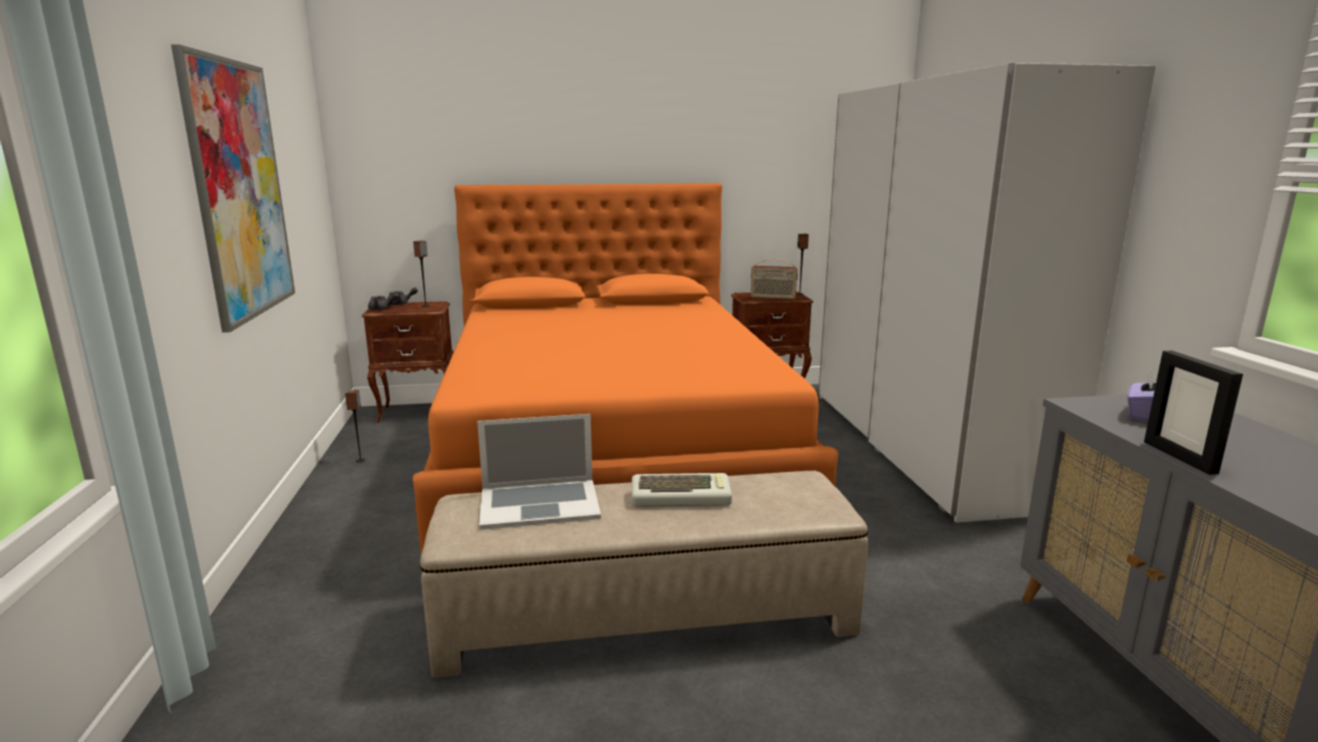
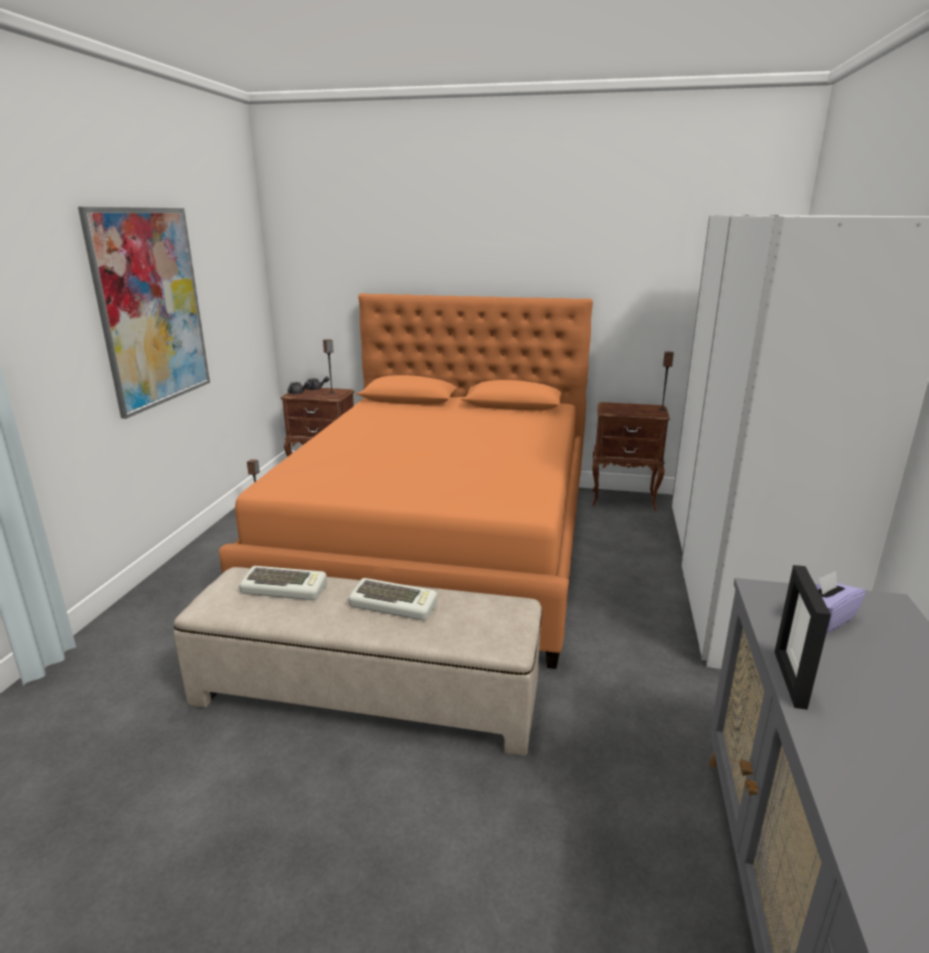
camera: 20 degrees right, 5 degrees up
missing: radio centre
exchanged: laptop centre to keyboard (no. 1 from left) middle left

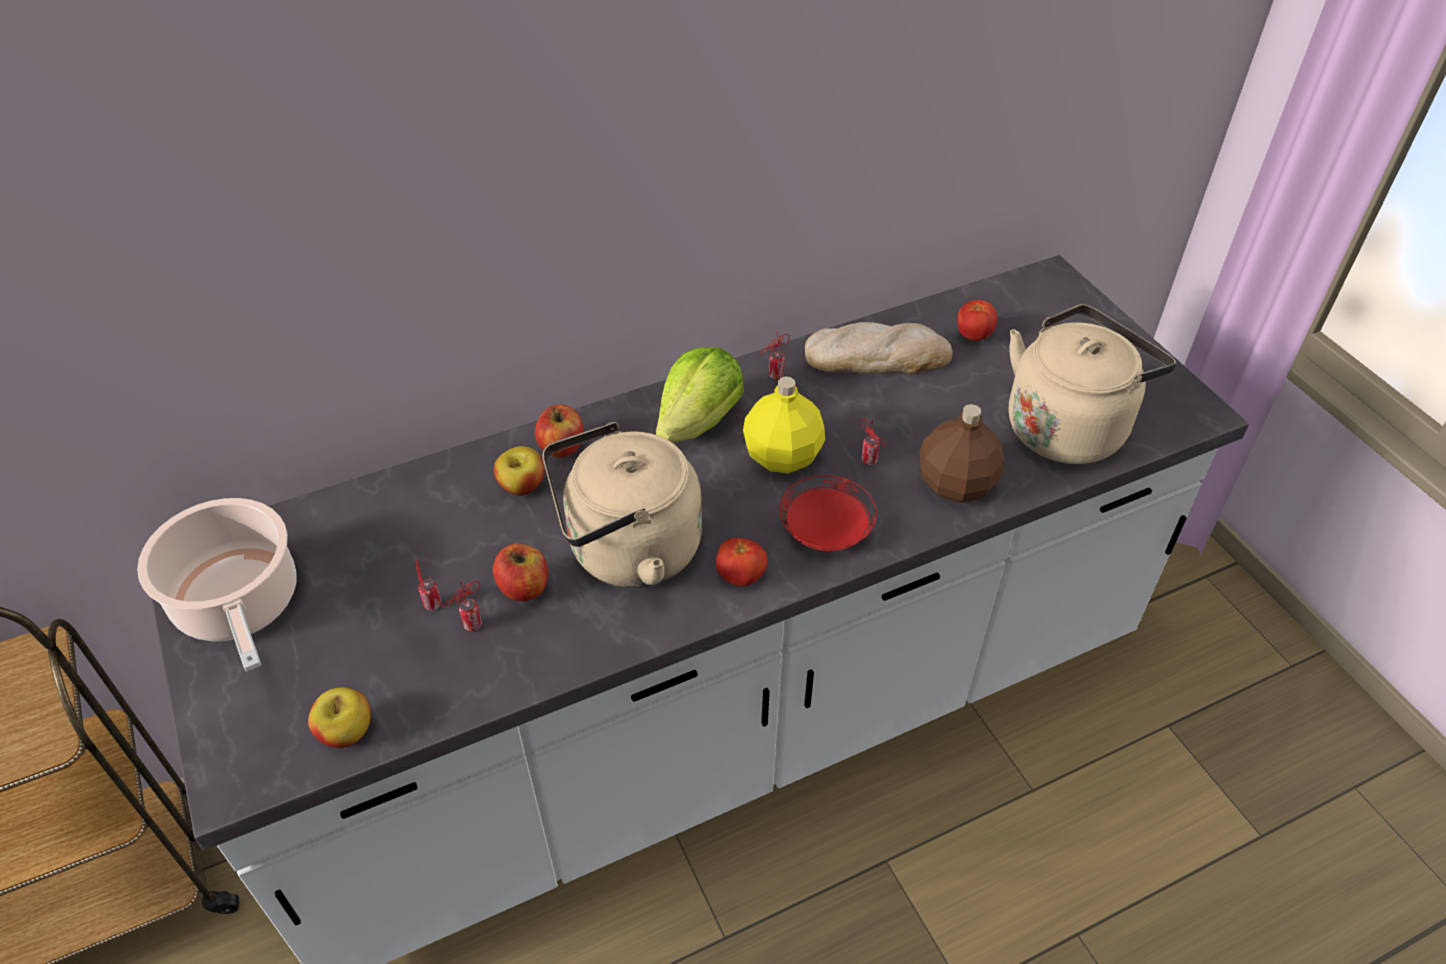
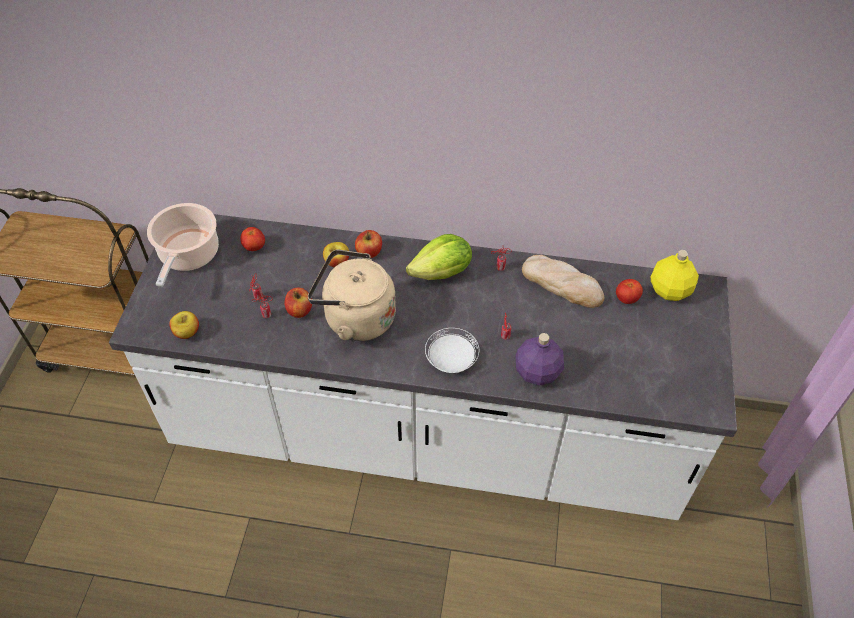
camera: 35 degrees right, 5 degrees up
missing: beige kettle (no. 2 from left) middle right
relocated: tomato (no. 1 from left) centre to middle left; yellow bottle centre to middle right
colour: red plate centre to white plate centre; brown bottle centre to purple bottle centre

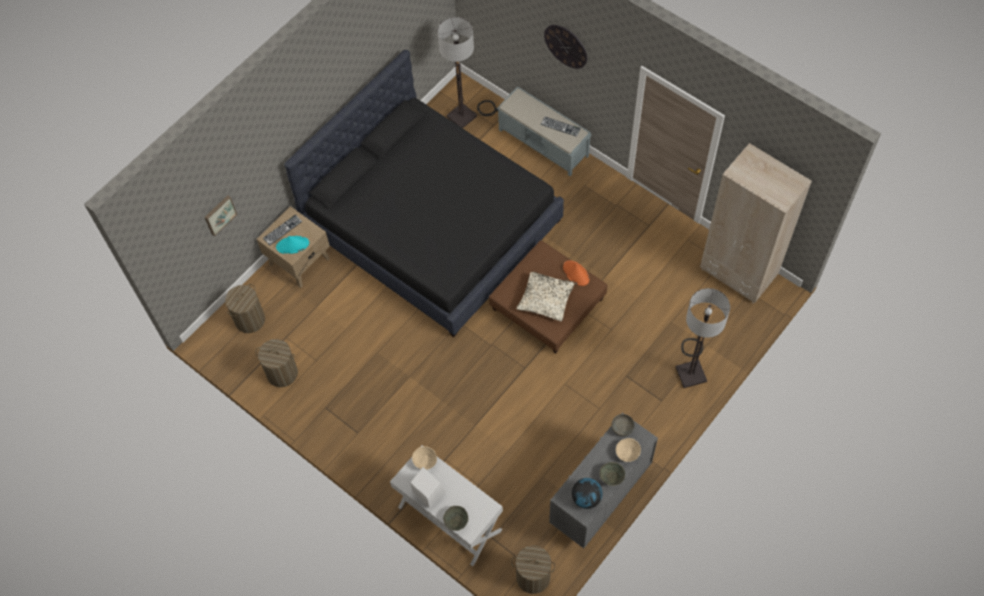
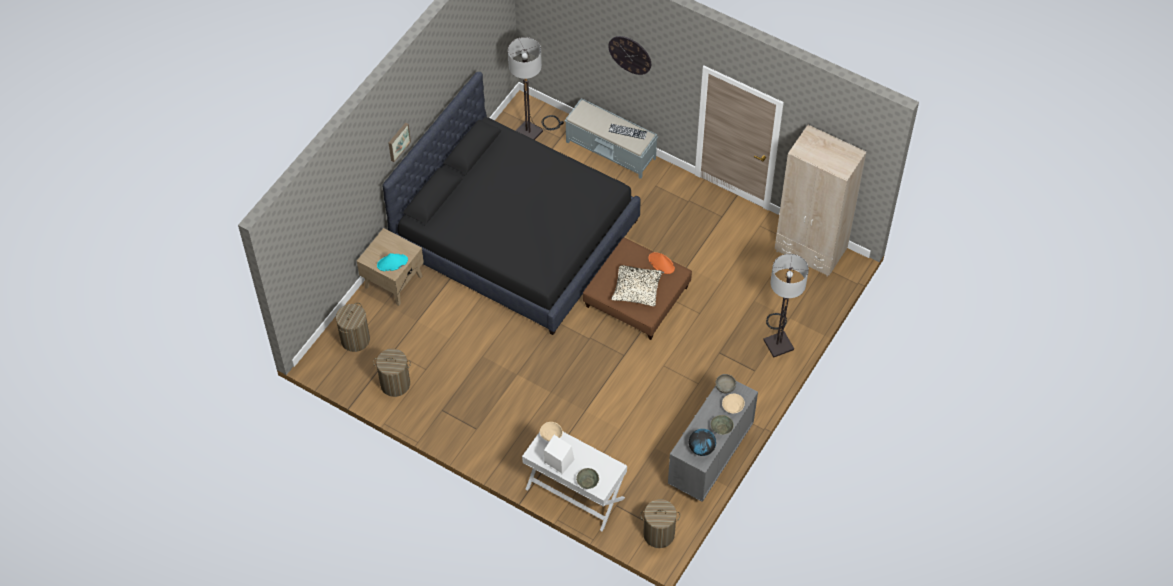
camera: 10 degrees left, 5 degrees down
missing: keyboard (no. 1 from left) middle left
relocated: picture middle left to top centre

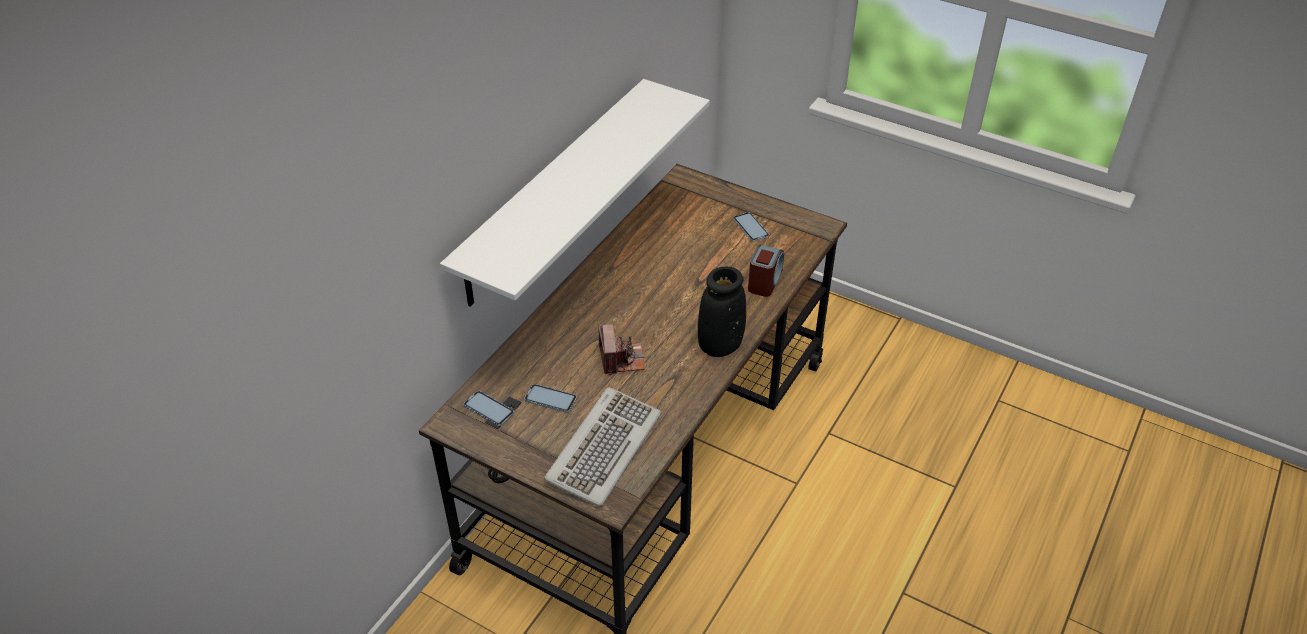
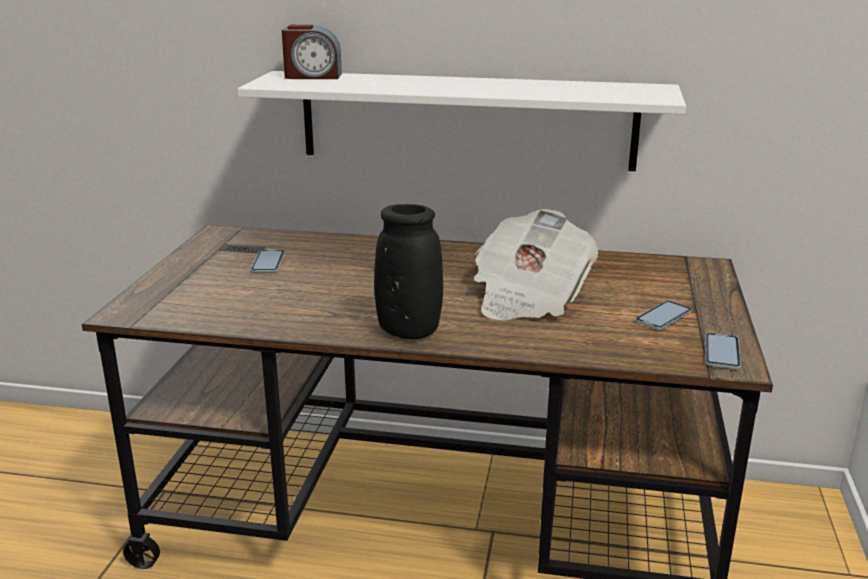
camera: 70 degrees right, 20 degrees down
missing: keyboard bottom centre; photo camera centre
appeared: newspaper centre
relocated: phone (no. 1 from left in the first image) centre to phone (no. 3 from left) middle right; alarm clock centre to top centre

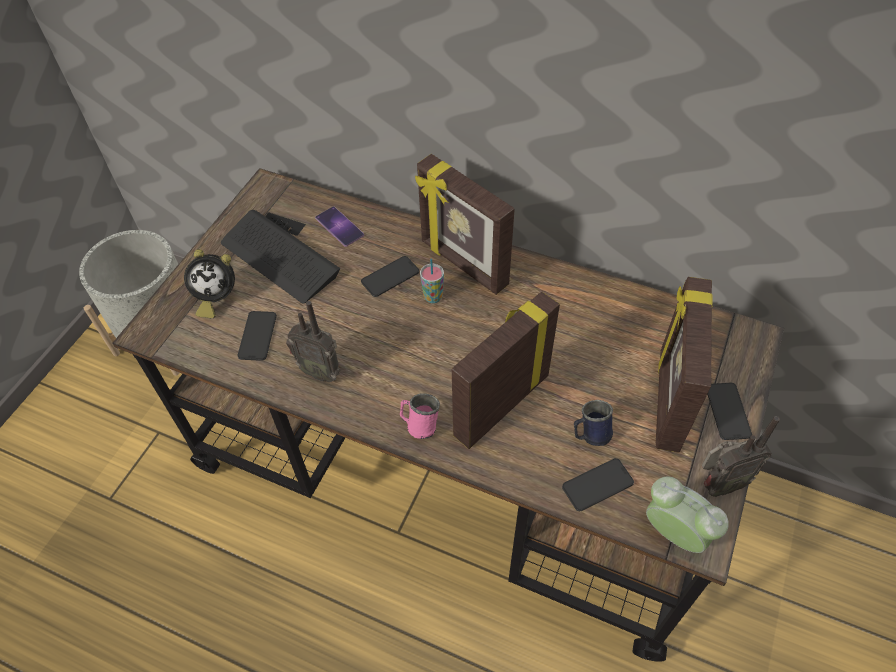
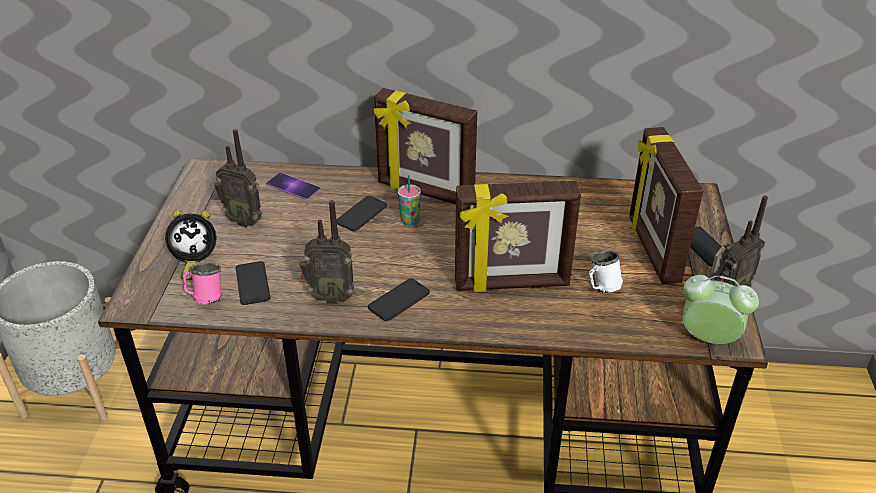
camera: 20 degrees left, 15 degrees down
relocated: pink mug centre to middle left; phone (no. 4 from left) bottom right to centre
exchanged: keyboard middle left to radio (no. 1 from left) middle left
colour: blue mug centre to white mug middle right
spun: picture frame (no. 2 from left) centre = centre 120 degrees counterclockwise

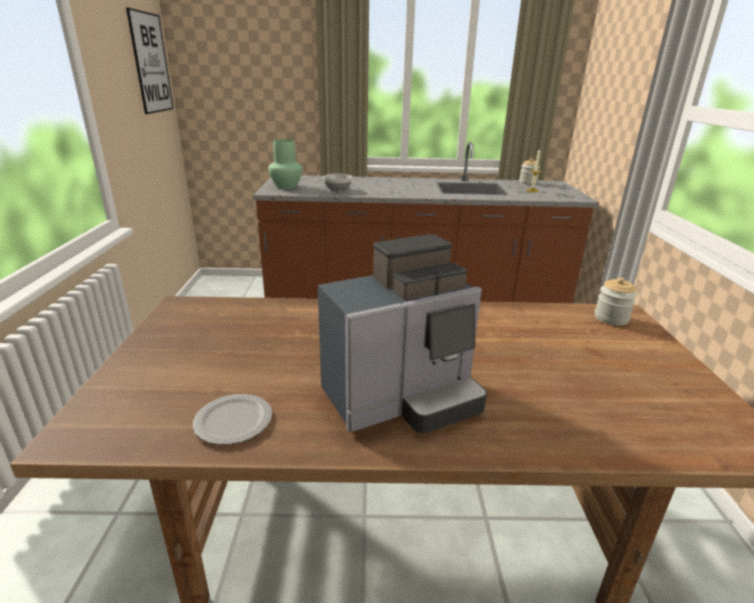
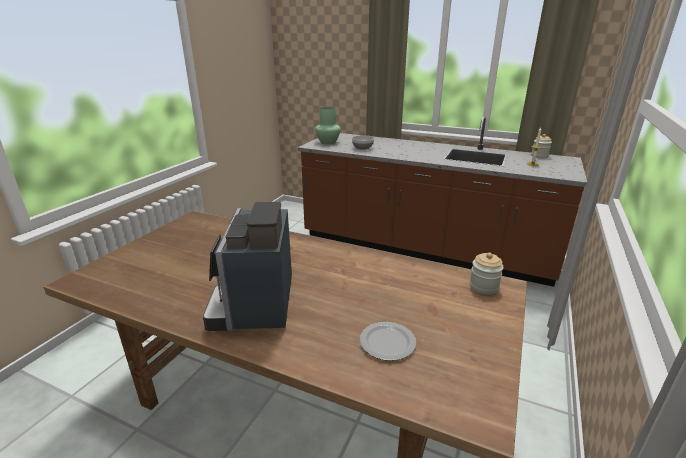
camera: 25 degrees right, 0 degrees up
missing: picture top left
relocated: plate bottom left to bottom centre
spun: coffee machine centre = centre 90 degrees clockwise

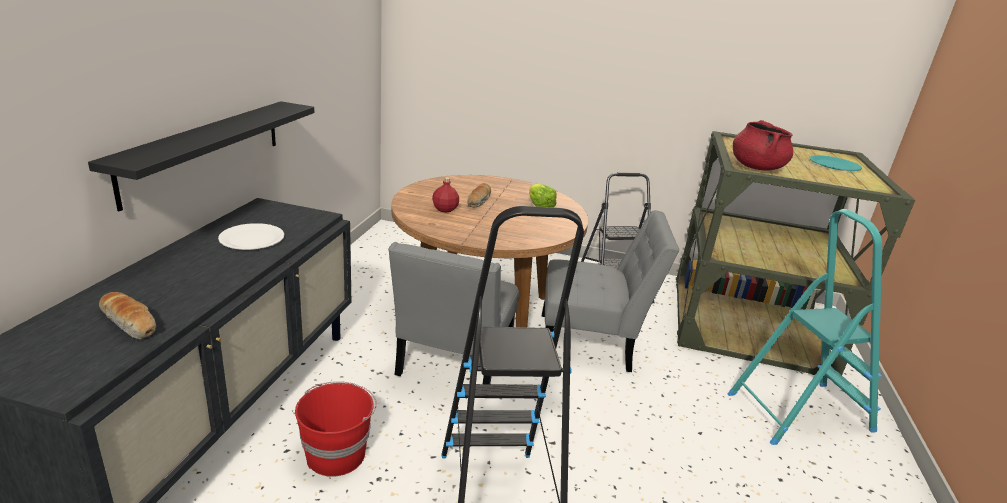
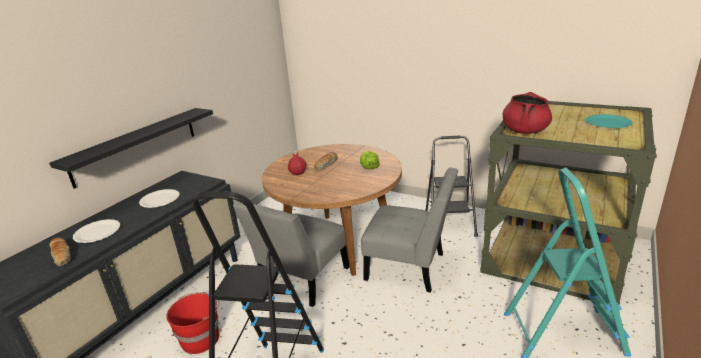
camera: 20 degrees right, 0 degrees up
appeared: white plate (no. 1 from left) middle left

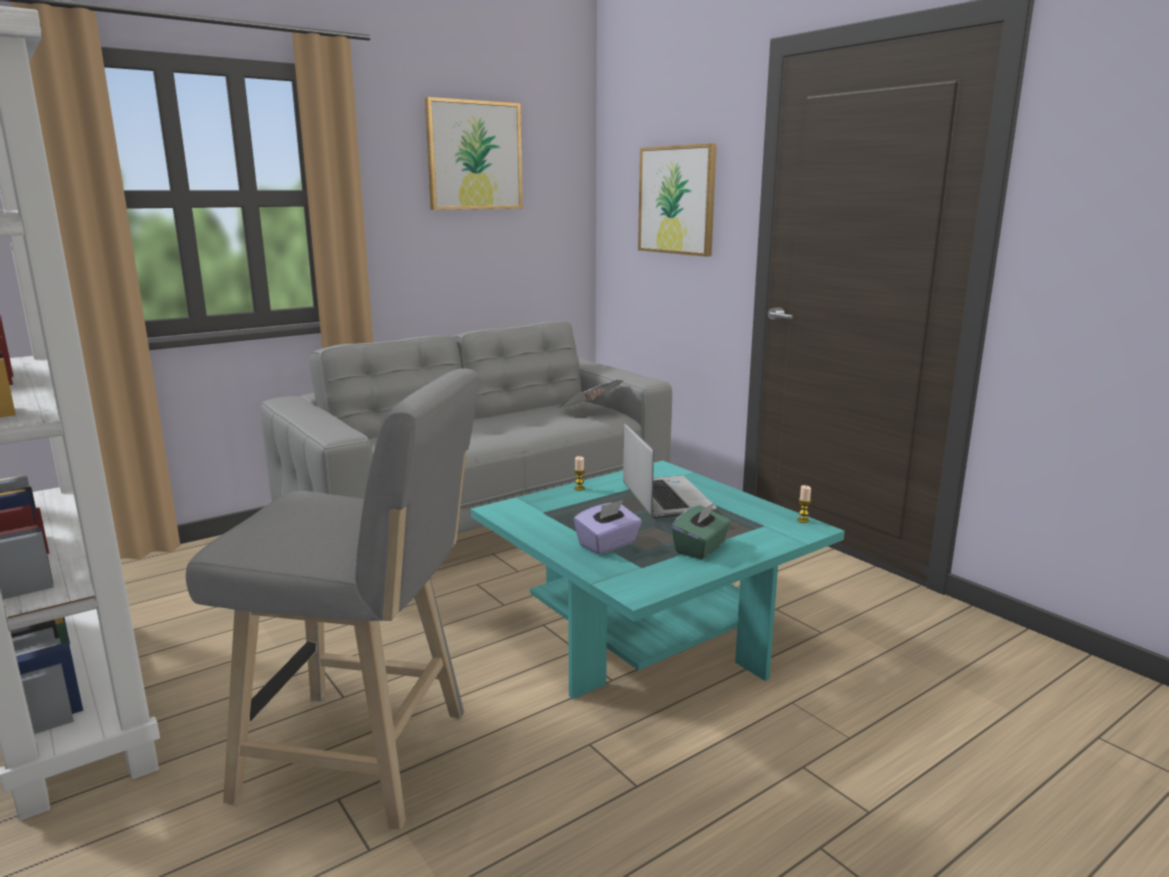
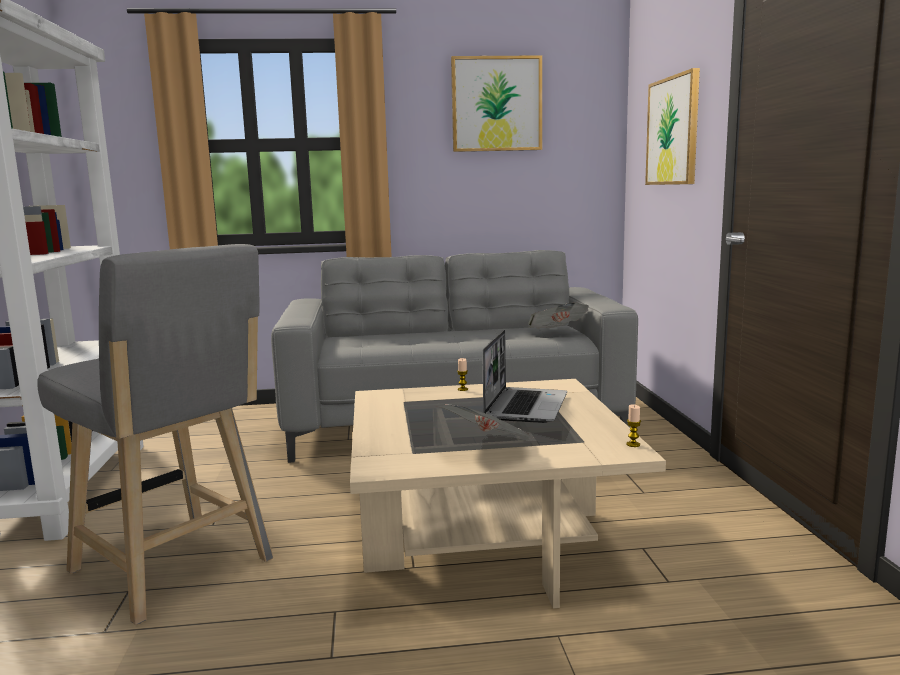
camera: 30 degrees right, 5 degrees down
missing: purple tissue box centre
exchanged: green tissue box centre to newspaper (no. 1 from left) centre
colour: turquoise coffee table centre to beige coffee table bottom centre

